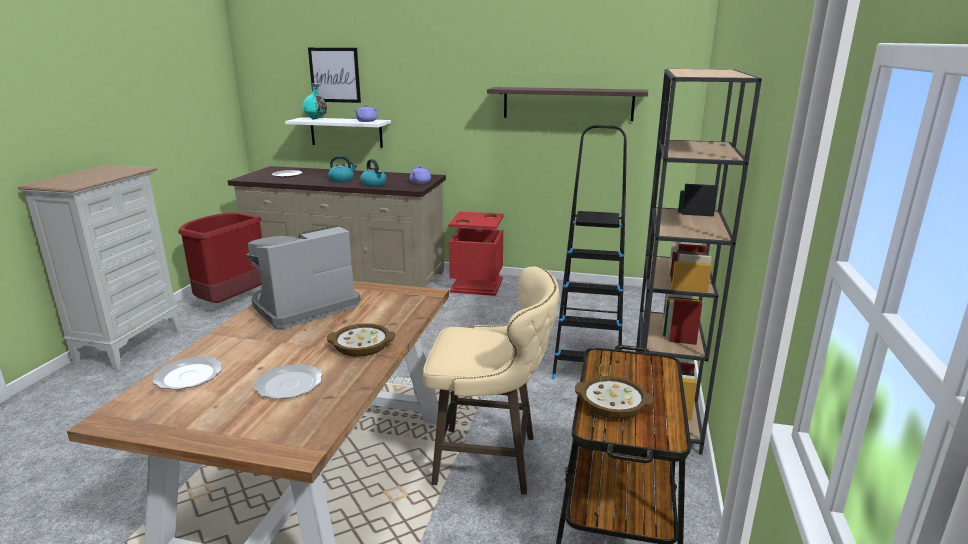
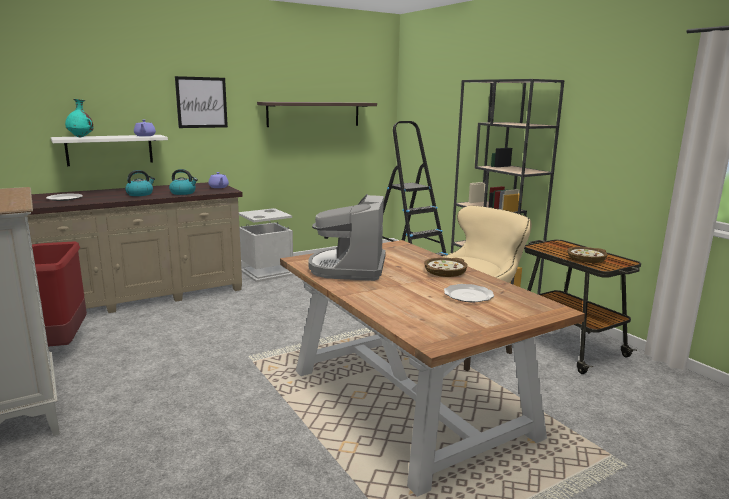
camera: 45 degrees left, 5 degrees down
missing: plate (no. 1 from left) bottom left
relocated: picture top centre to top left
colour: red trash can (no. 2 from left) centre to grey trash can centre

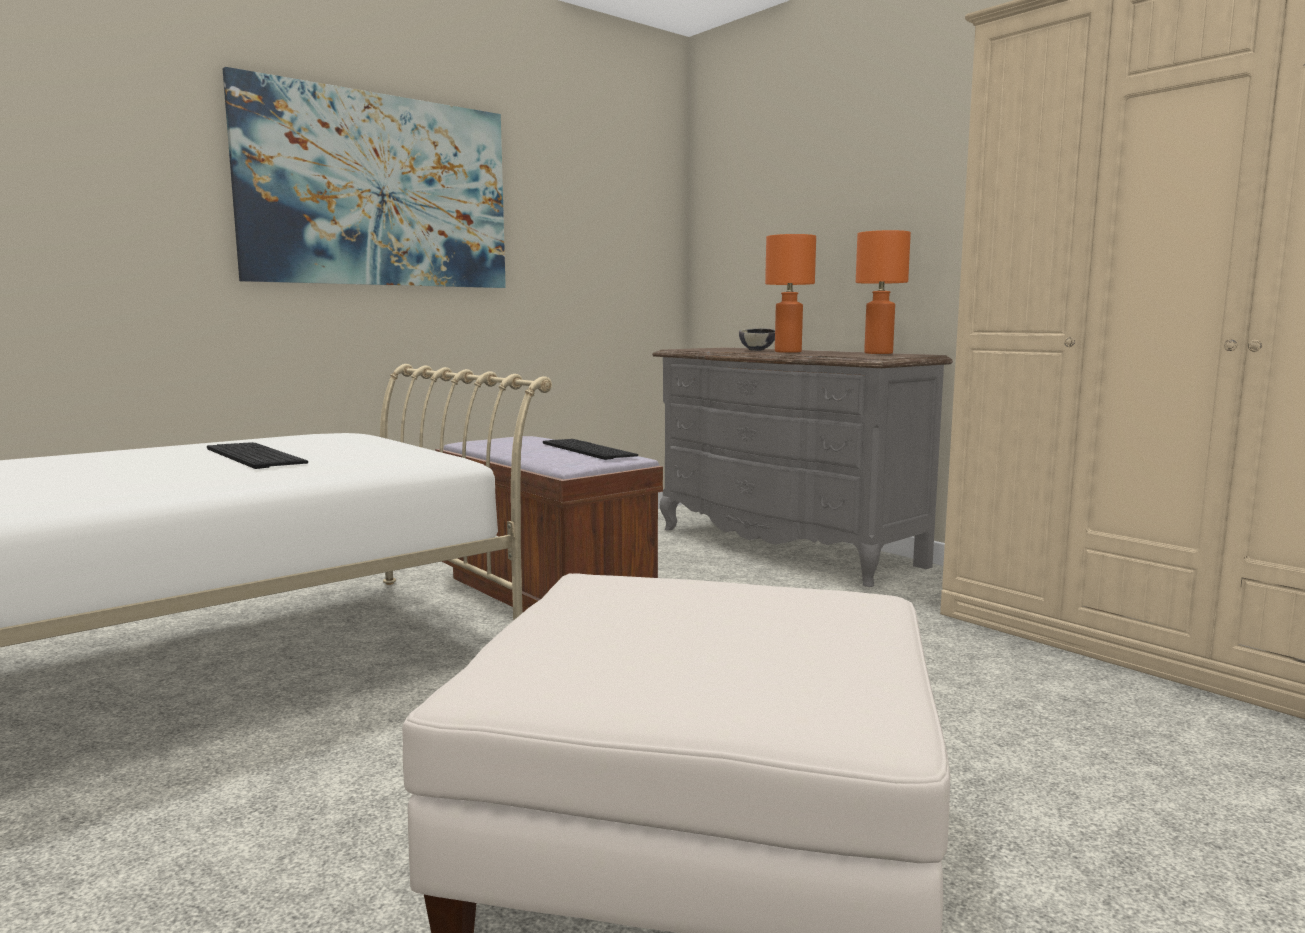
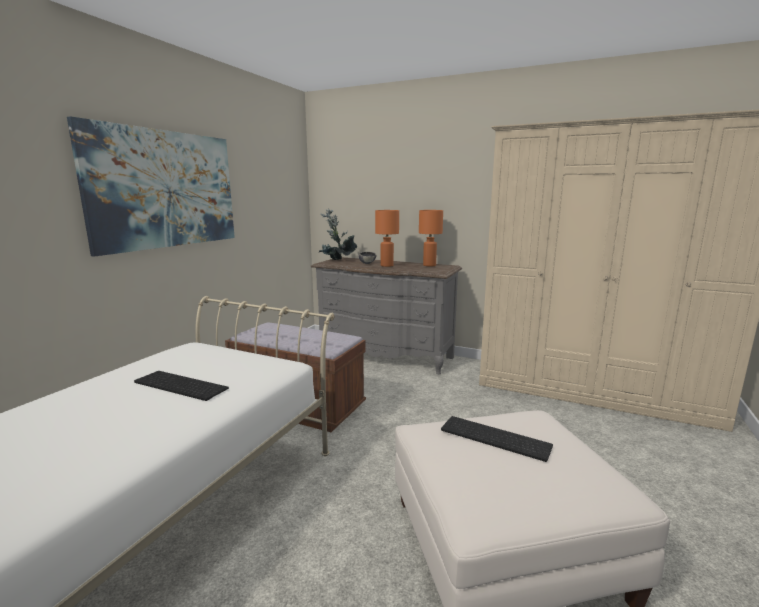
camera: 25 degrees left, 5 degrees up
appeared: potted plant centre
relocated: keyboard (no. 2 from left) centre to bottom centre

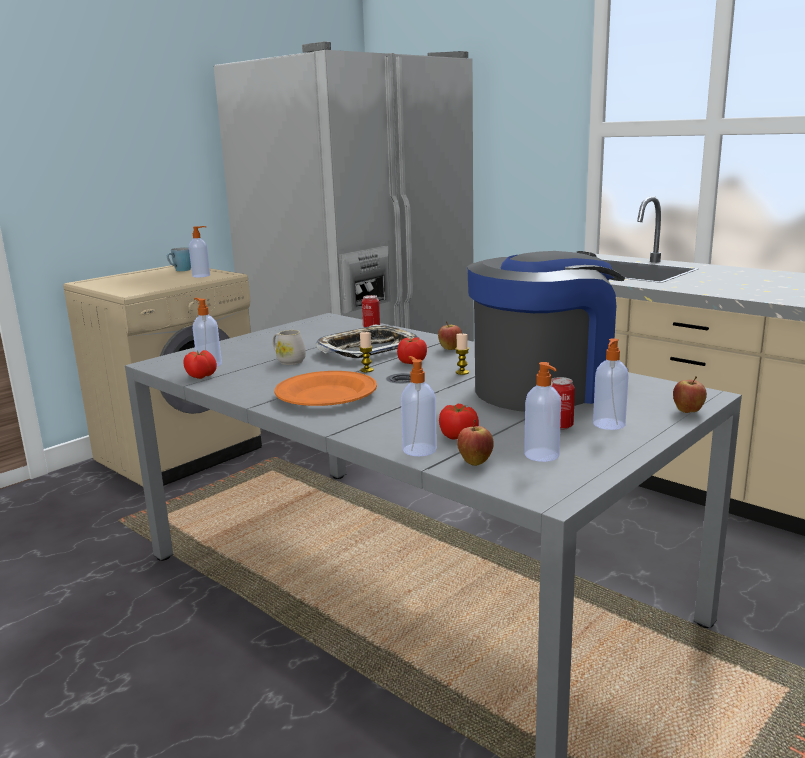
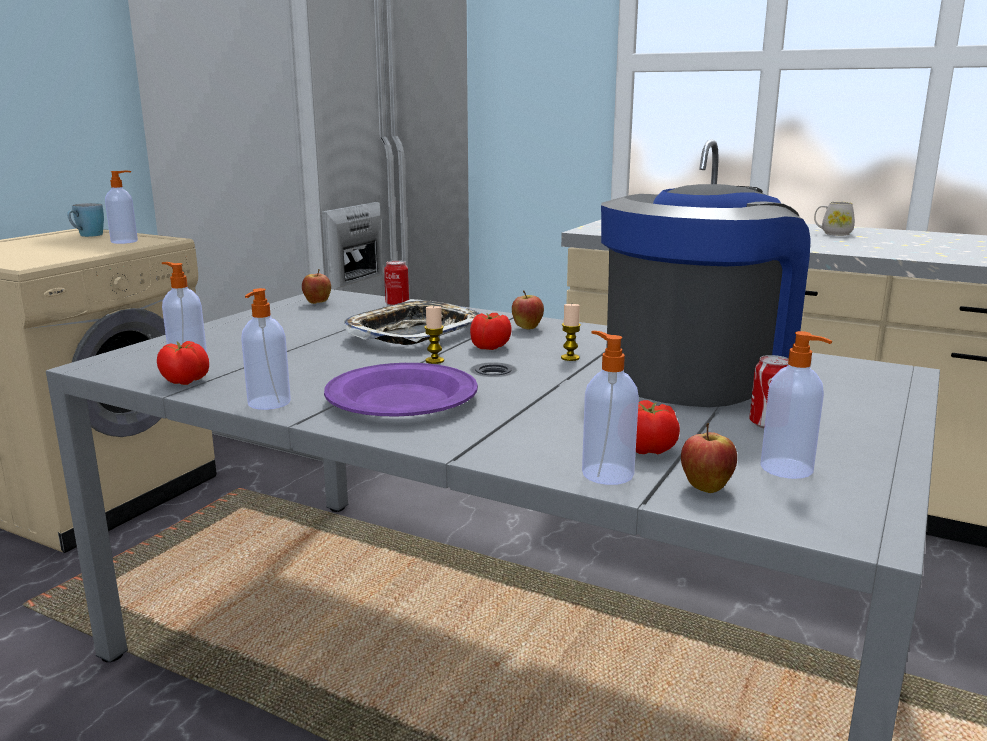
camera: 15 degrees left, 0 degrees up
relocated: white mug centre to top right; soap dispenser (no. 5 from left in the first image) middle right to soap dispenser (no. 3 from left) middle left; apple (no. 3 from left in the first image) middle right to apple (no. 1 from left) middle left
colour: orange plate centre to purple plate centre

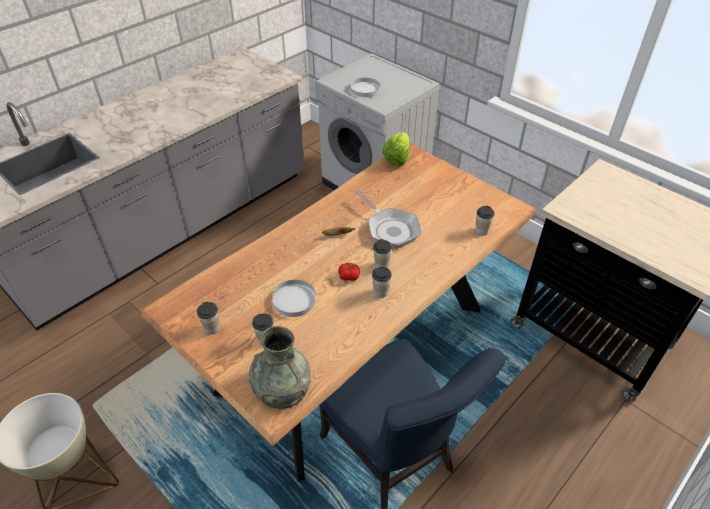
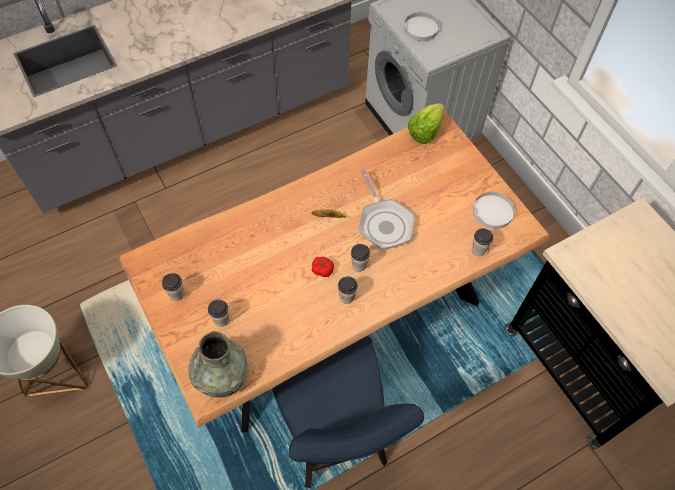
camera: 15 degrees right, 15 degrees up
relocated: white plate (no. 1 from left in the first image) centre to white plate (no. 2 from left) middle right

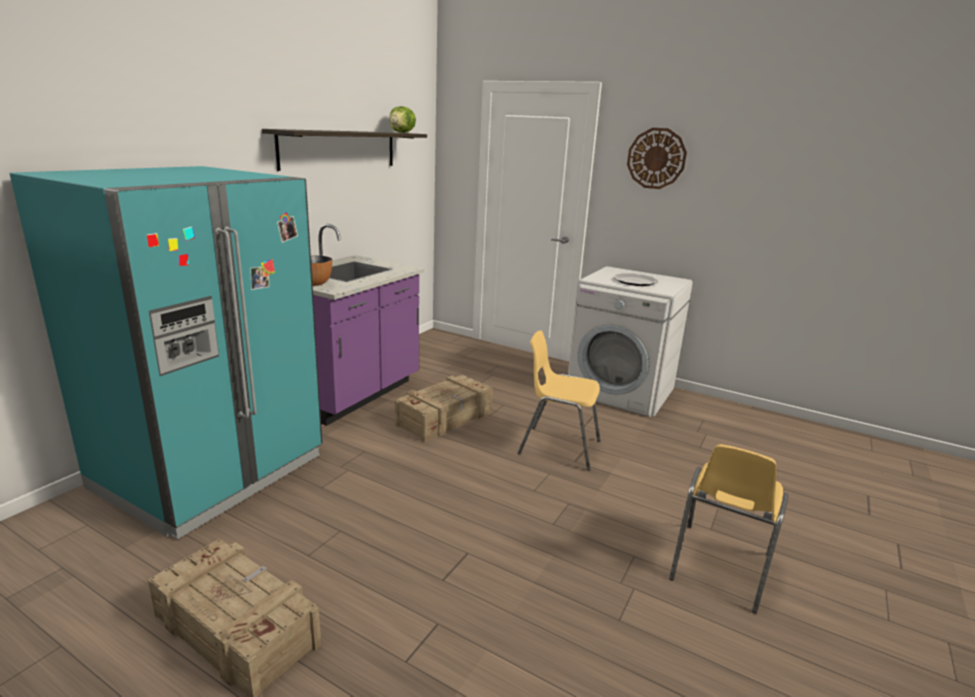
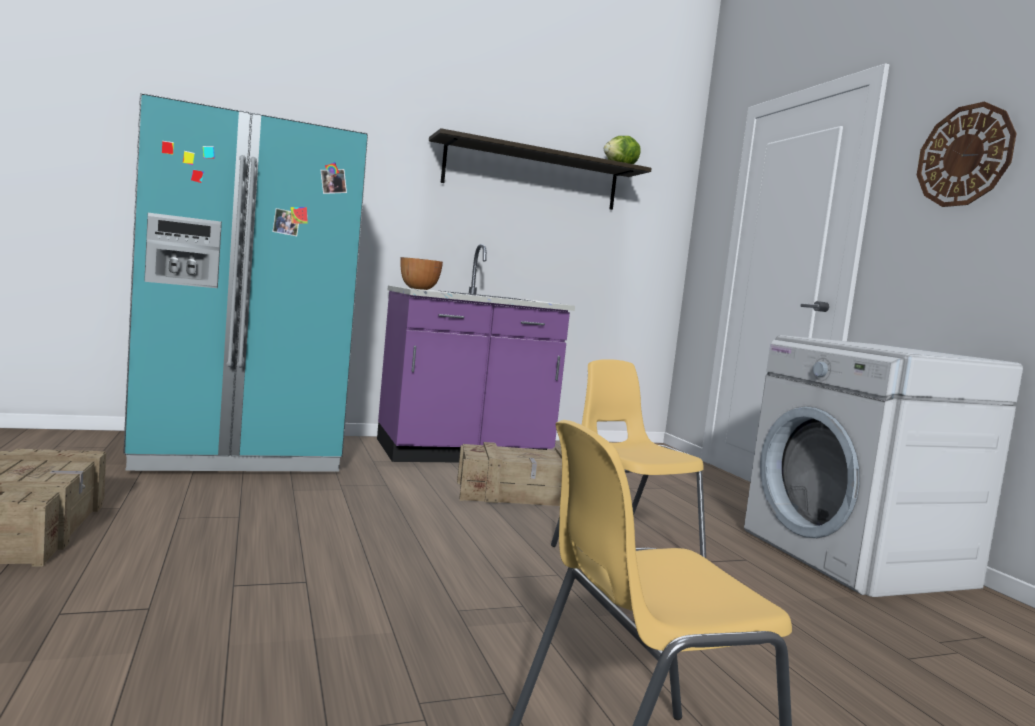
camera: 40 degrees right, 15 degrees down
missing: plate centre

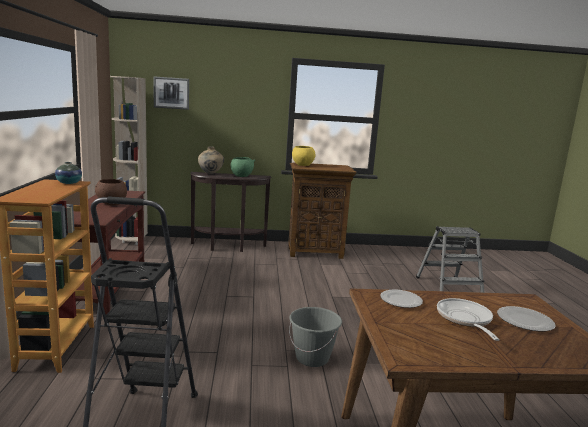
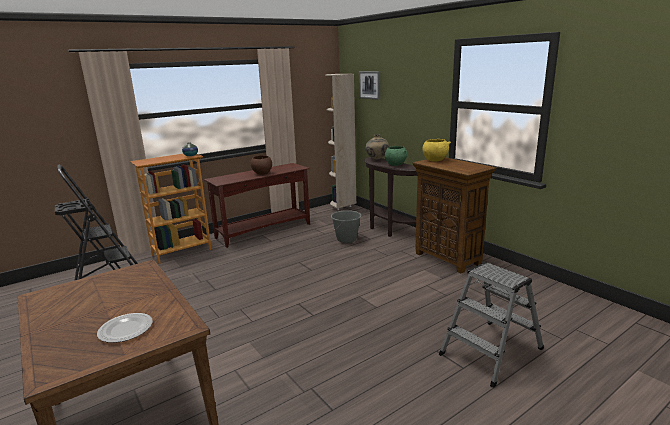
camera: 60 degrees right, 5 degrees up
missing: plate (no. 1 from left) bottom right; frying pan bottom right
relocated: grey bucket bottom centre to centre

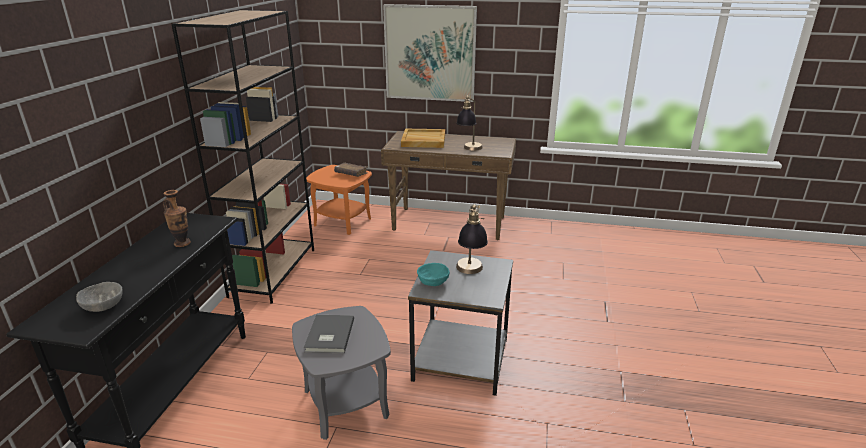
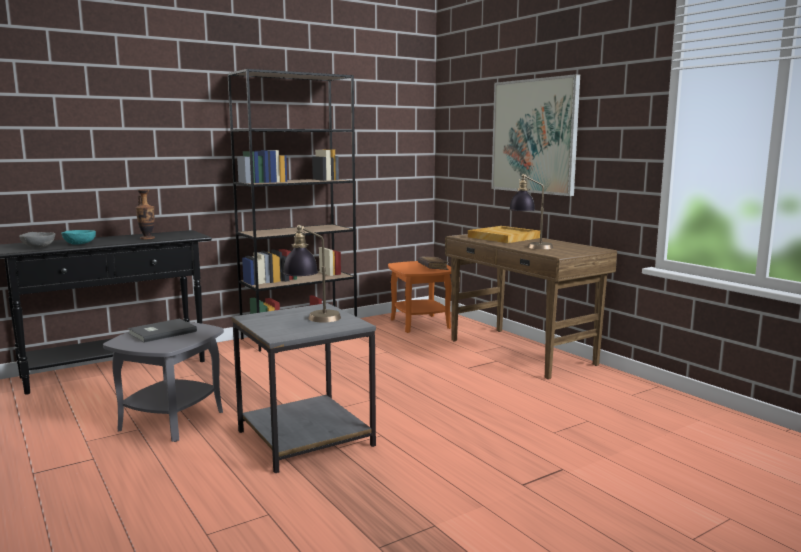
camera: 45 degrees right, 15 degrees down
relocated: turquoise bowl centre to middle left

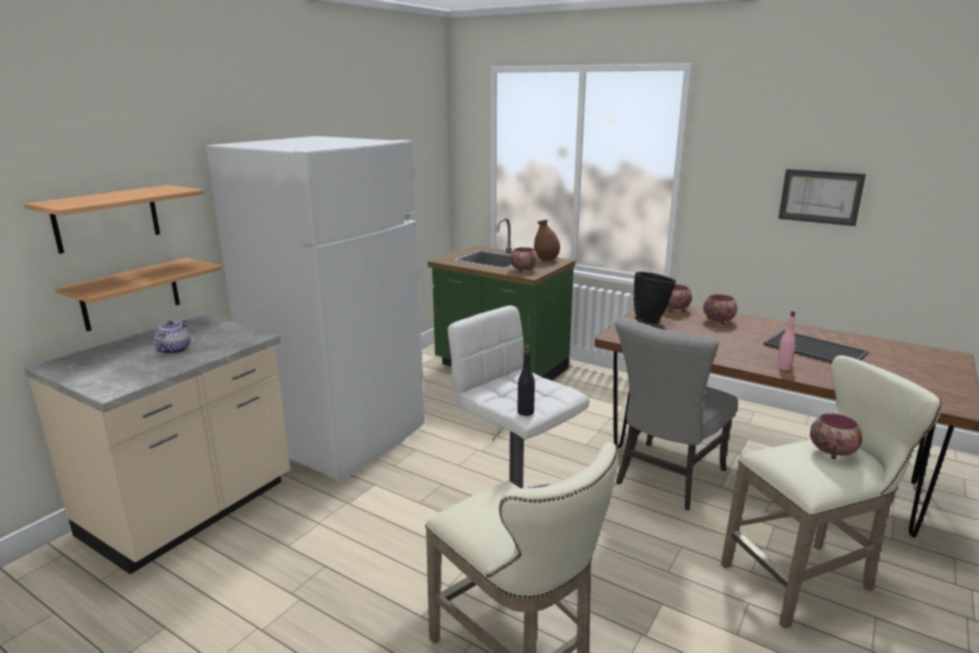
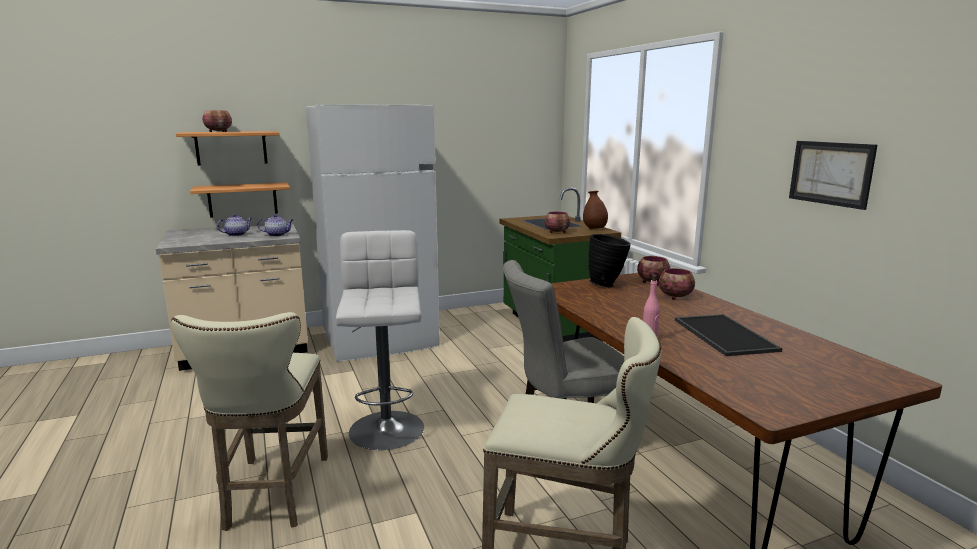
camera: 35 degrees right, 5 degrees down
missing: black bottle centre
appeared: teapot (no. 2 from left) middle left
relocated: bowl (no. 4 from left in the first image) bottom right to bowl (no. 1 from left) top left

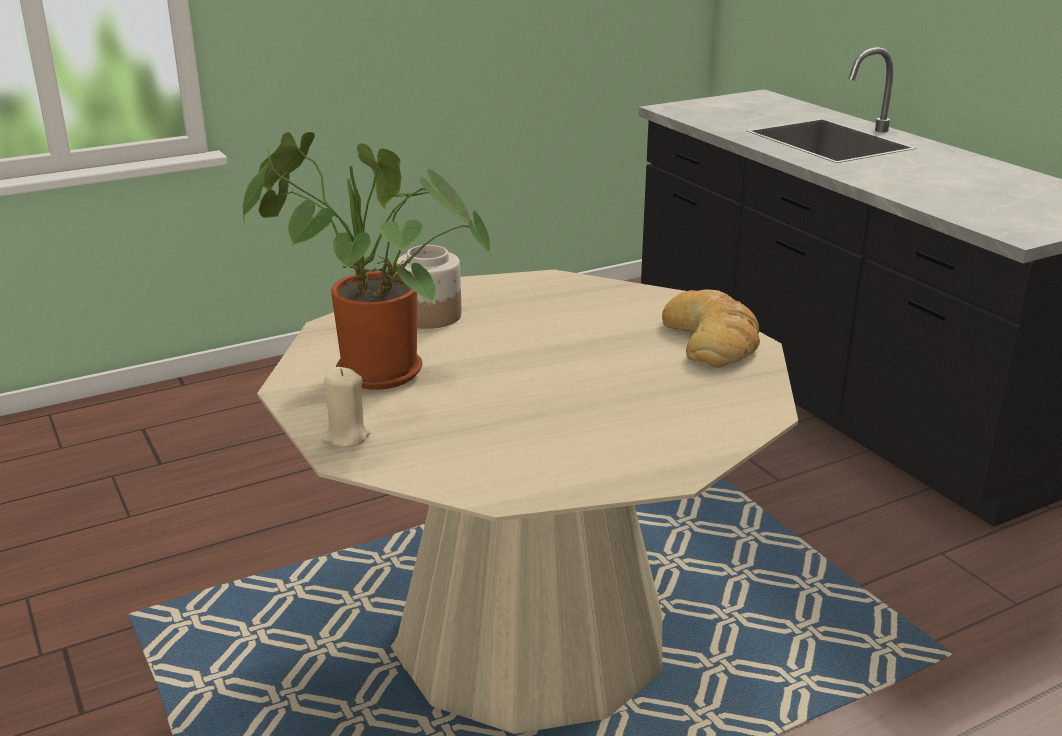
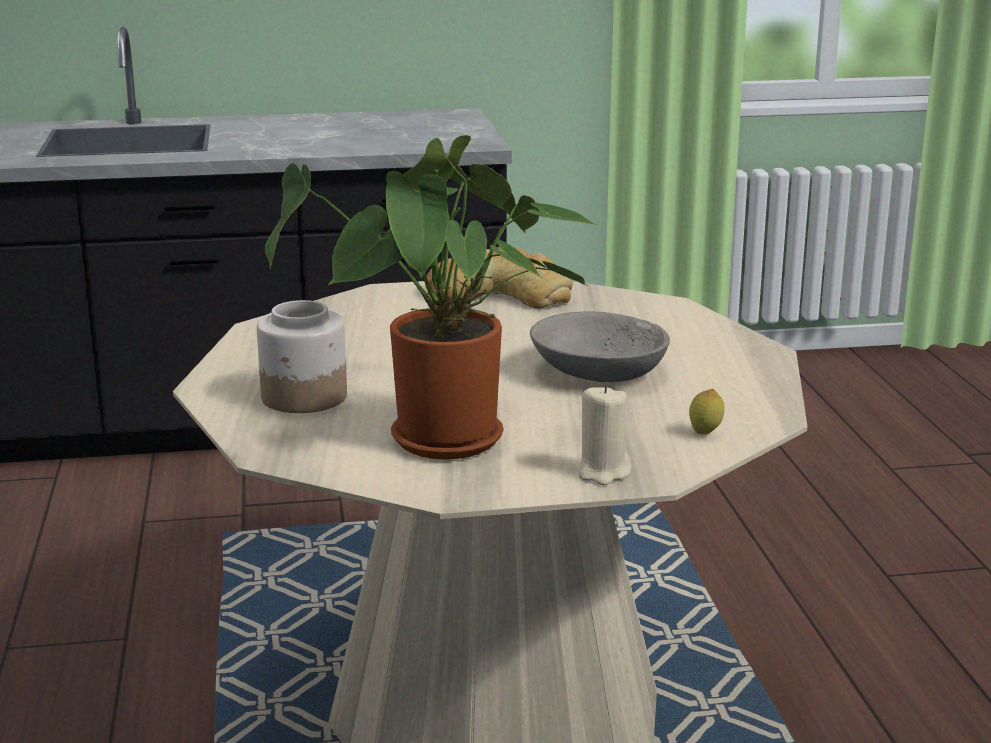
camera: 70 degrees left, 5 degrees down
appeared: grey bowl centre; lemon middle right

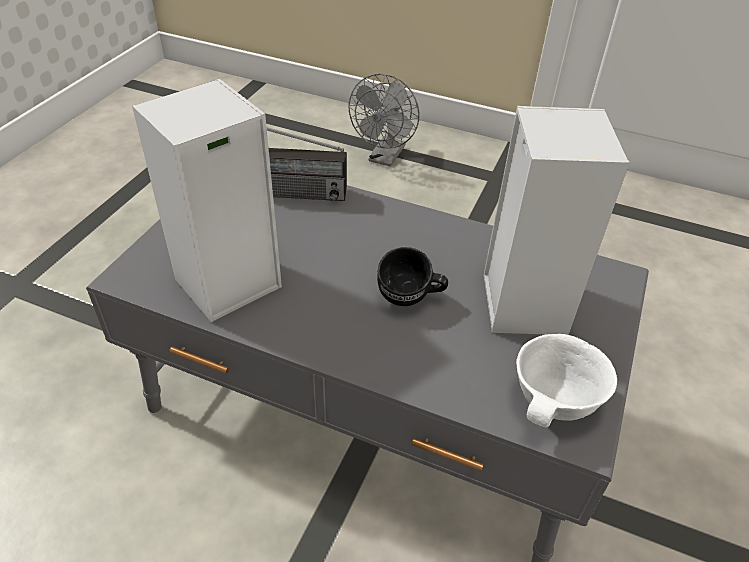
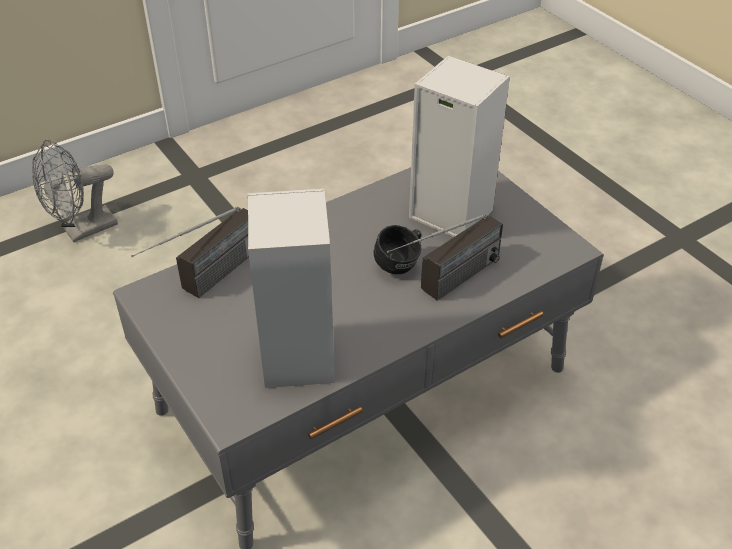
camera: 55 degrees left, 0 degrees up
missing: white bowl bottom right
appeared: radio (no. 2 from left) centre
spun: grey fan top centre = middle left 90 degrees clockwise

